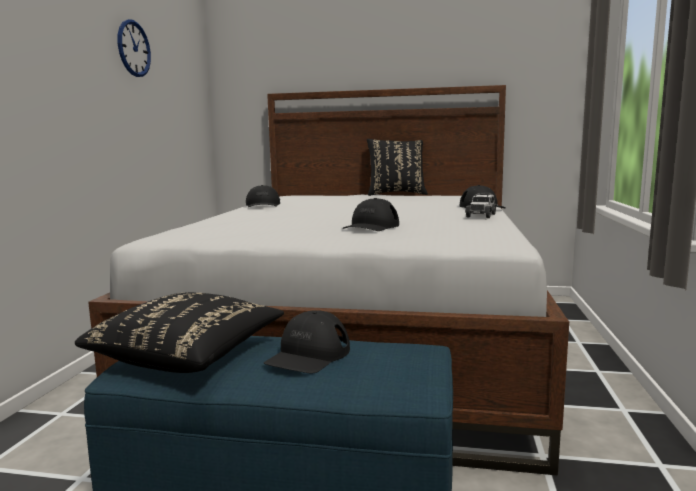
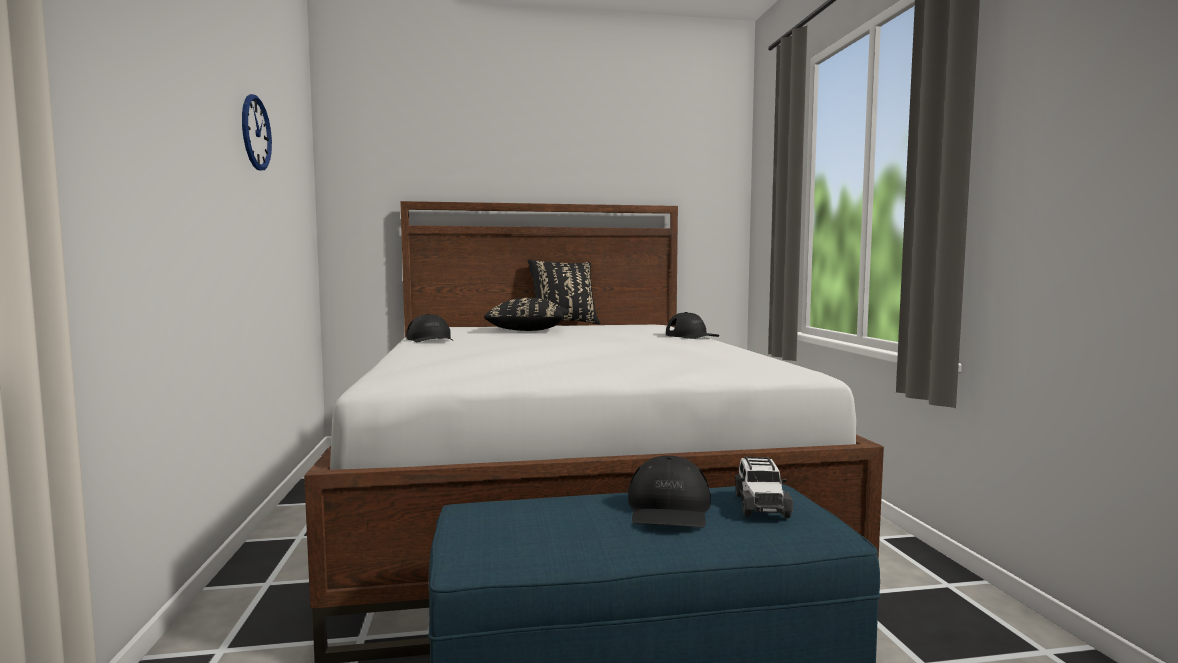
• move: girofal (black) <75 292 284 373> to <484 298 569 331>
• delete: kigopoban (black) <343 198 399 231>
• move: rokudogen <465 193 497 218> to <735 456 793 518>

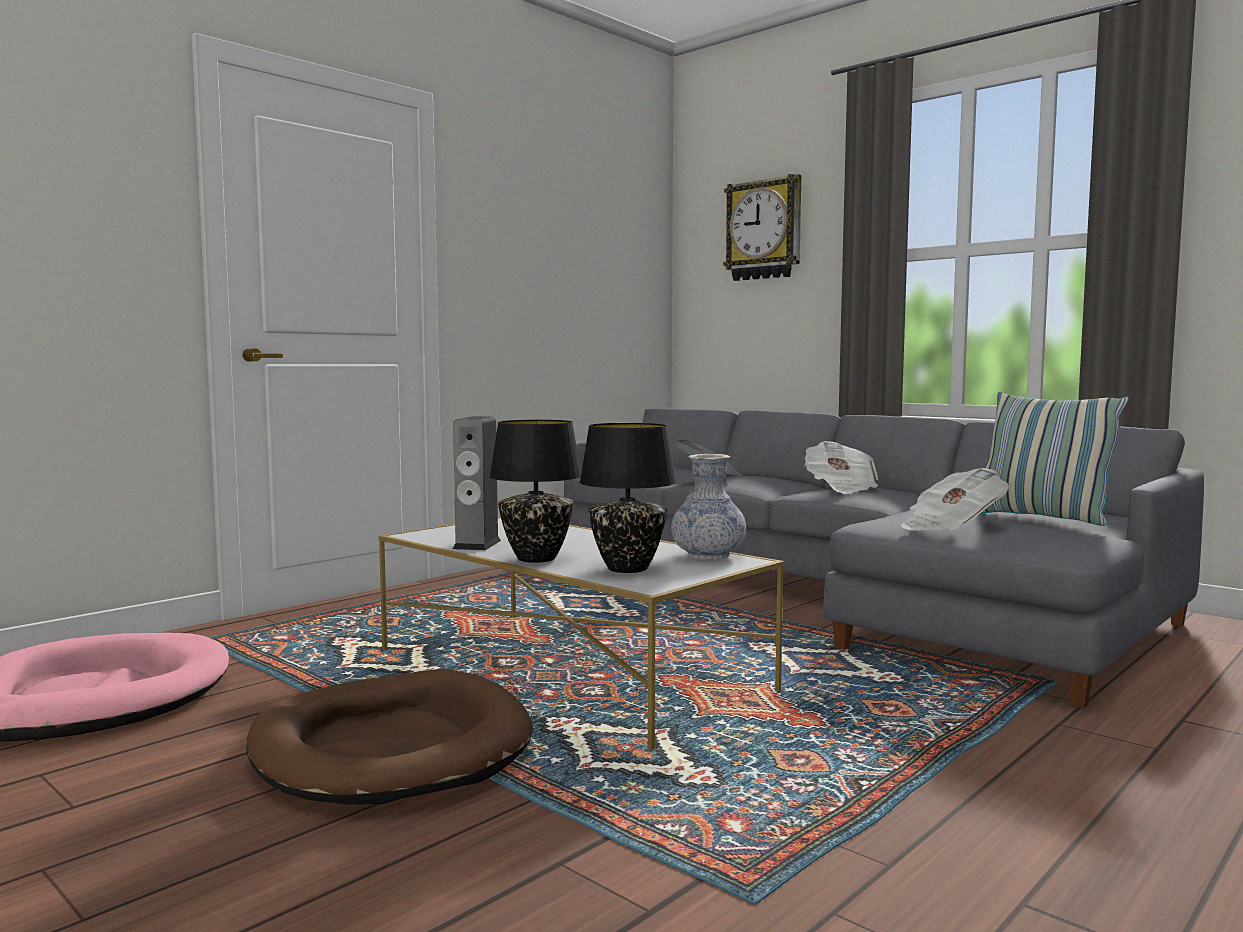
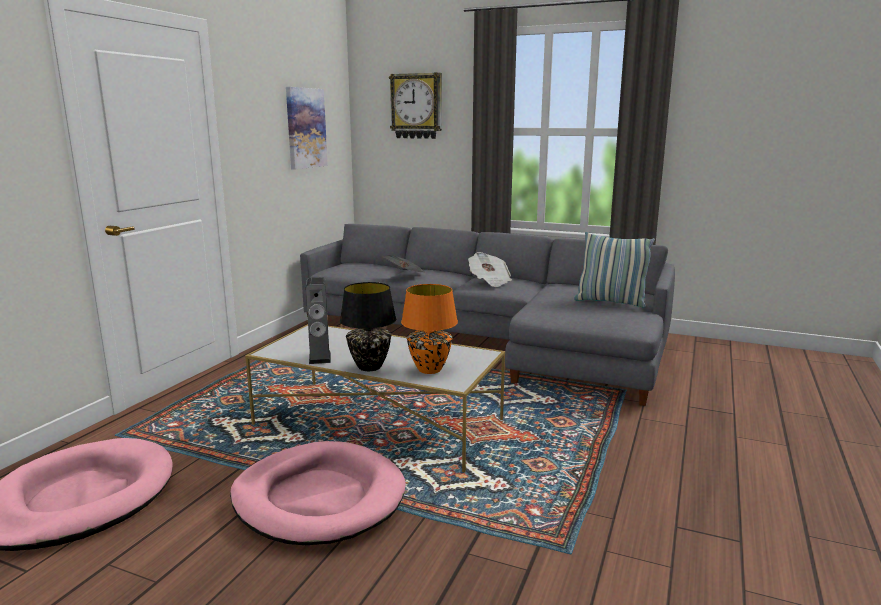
• recolor: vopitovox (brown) <246 669 533 805> to vopitovox (pink) <230 441 406 545>
• recolor: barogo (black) <579 423 676 573> to barogo (orange) <401 284 458 374>
• delete: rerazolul <671 454 746 560>
• delete: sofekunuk <901 468 1009 531>
• insert: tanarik <286 87 328 169>

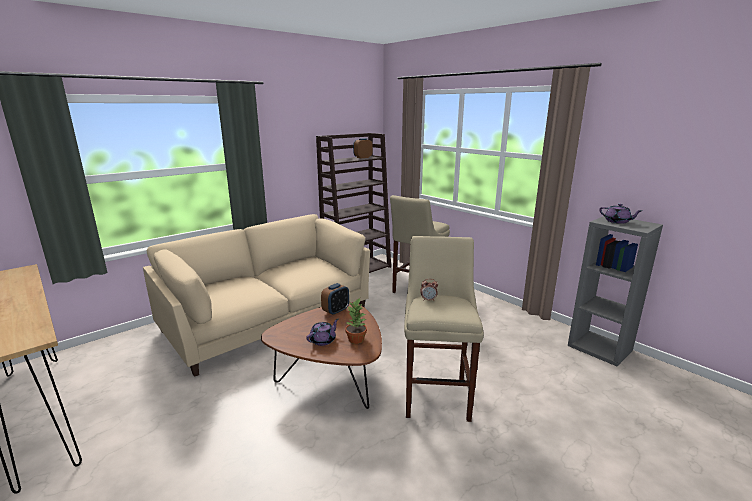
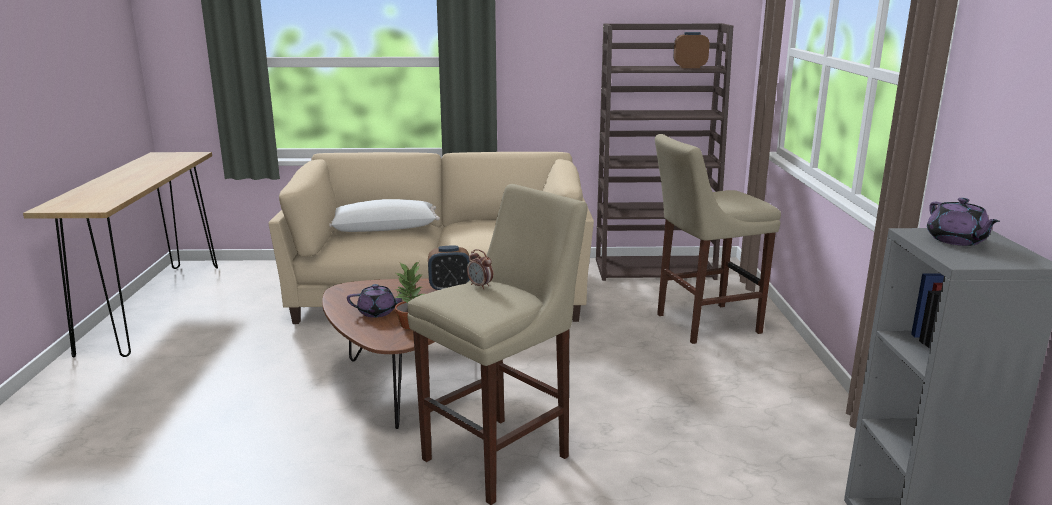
• insert: girofal (white) <329 199 440 232>

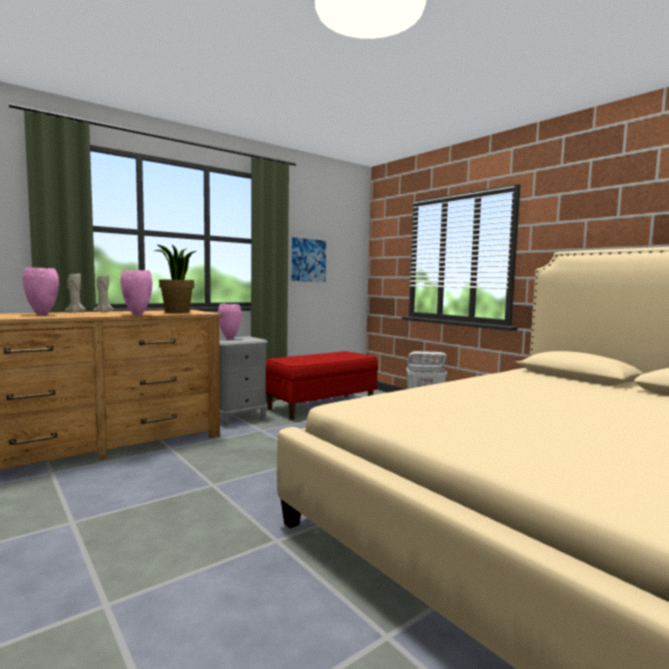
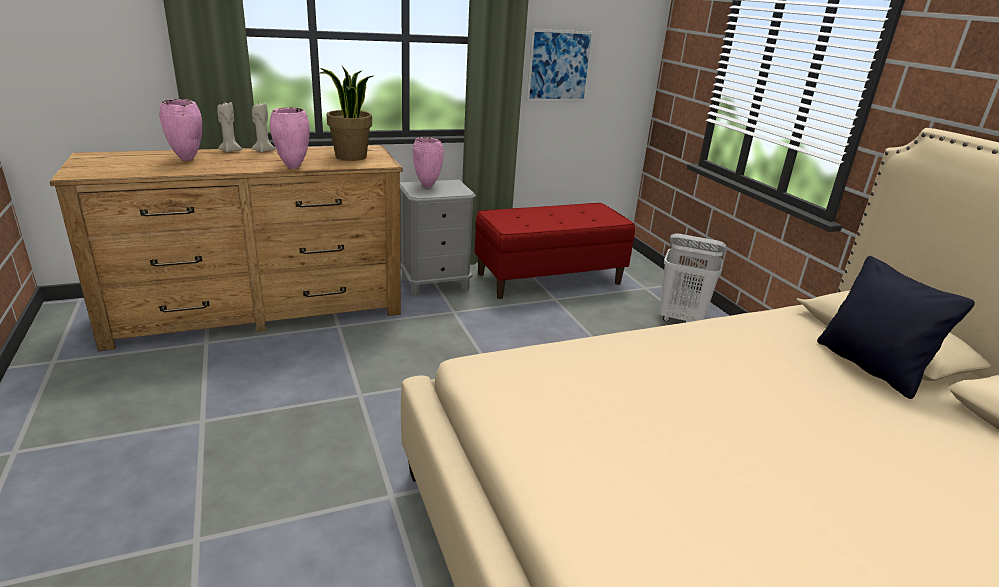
• insert: girofal (black) <817 256 975 399>

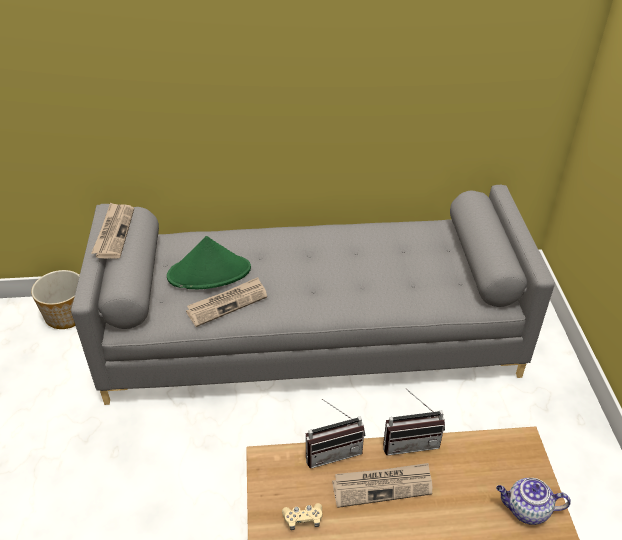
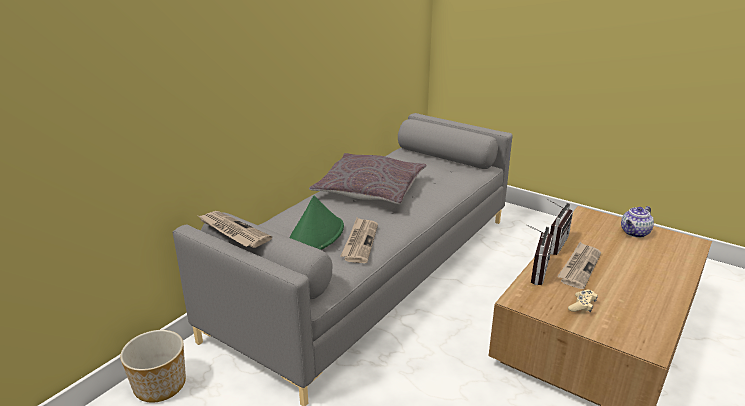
• insert: girofal (grey) <309 153 426 204>

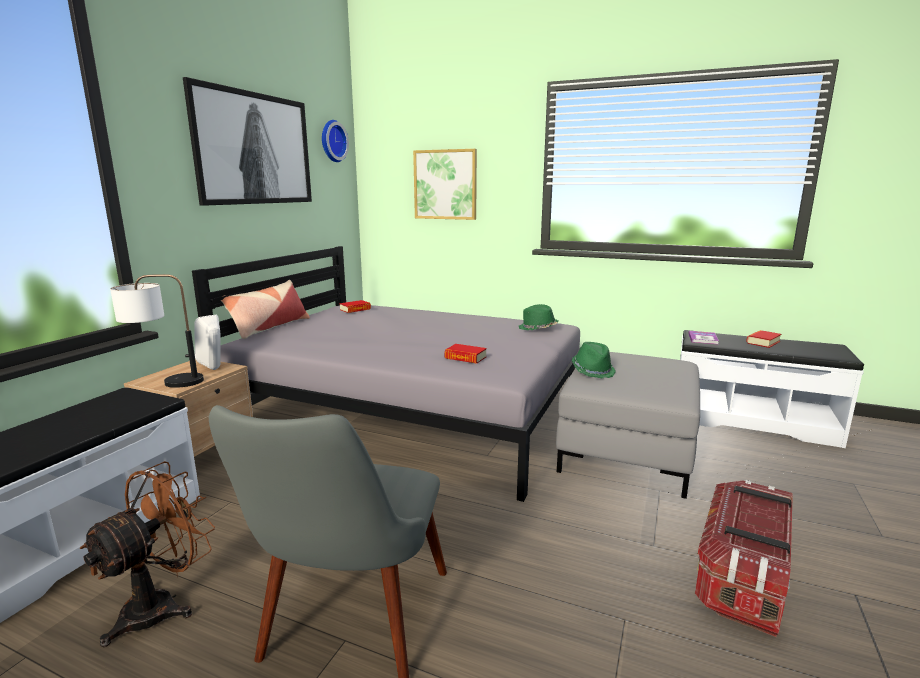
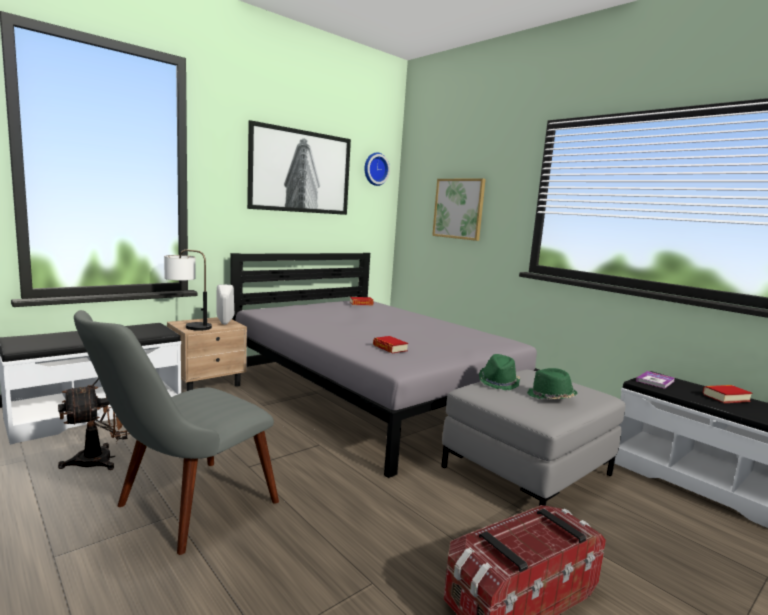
• delete: girofal <221 280 310 339>
• move: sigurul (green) <519 304 559 330> to <527 368 578 399>

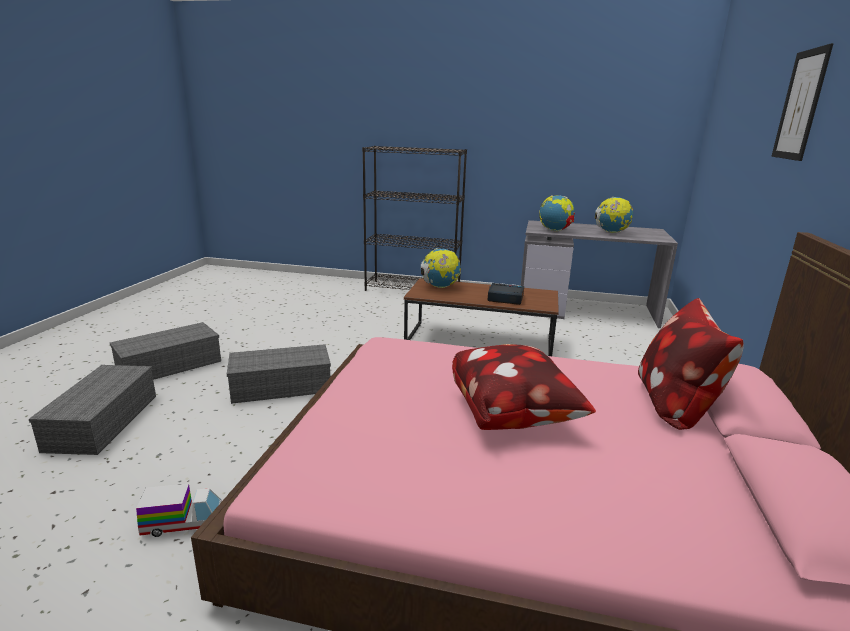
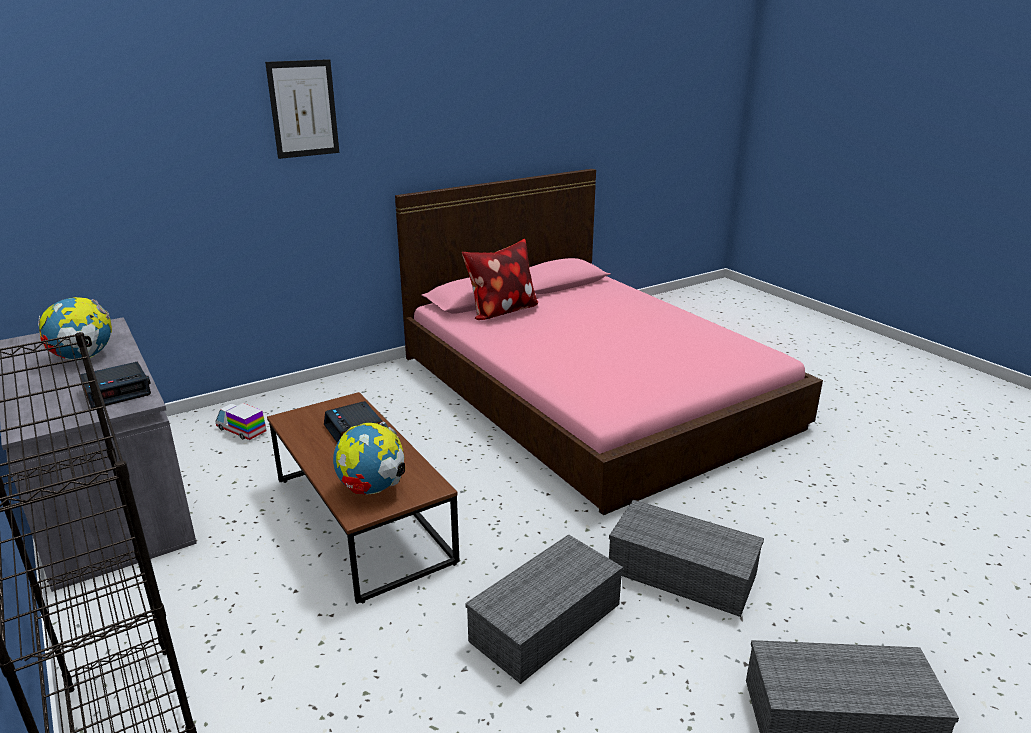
• move: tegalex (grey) <29 365 156 455> to <465 535 623 684>
• move: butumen <136 484 222 537> to <216 403 267 440>
• delete: girofal <452 344 596 430>
• replace: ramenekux <539 195 575 231> to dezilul <80 361 151 408>

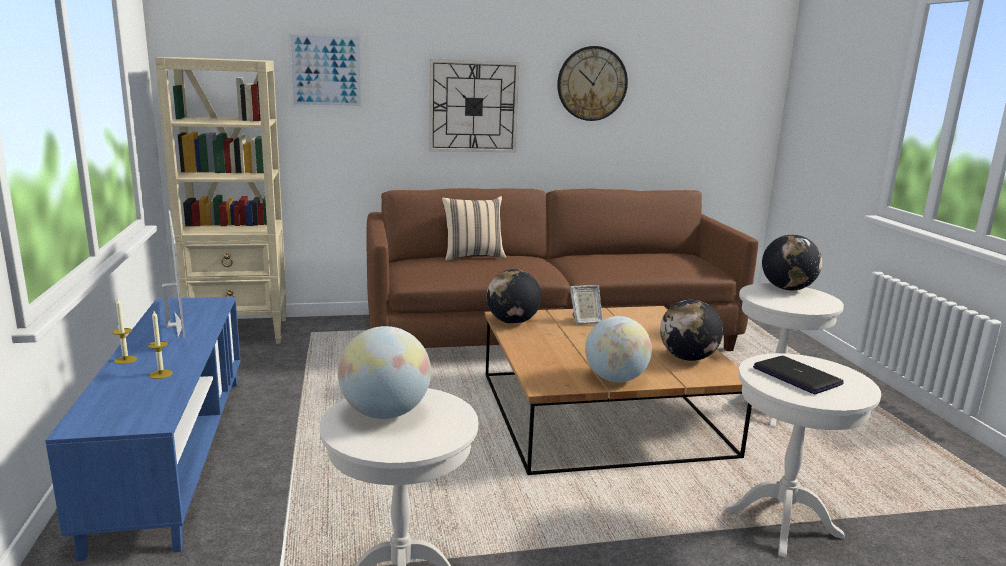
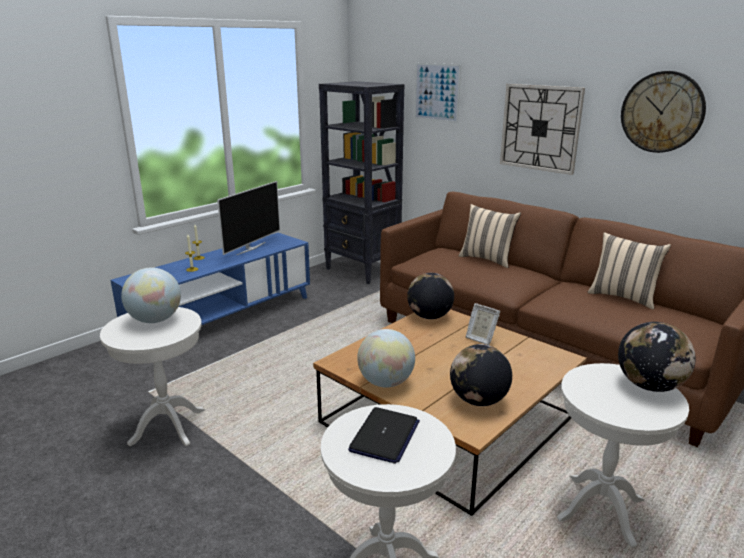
• recolor: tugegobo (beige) <155 57 287 344> to tugegobo (black) <319 81 404 284>
• insert: girofal (beige) <588 232 671 310>

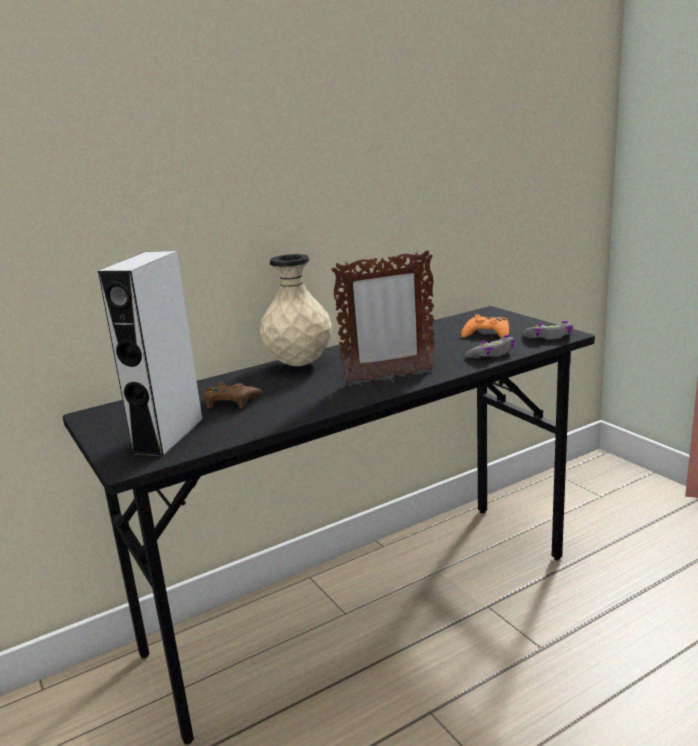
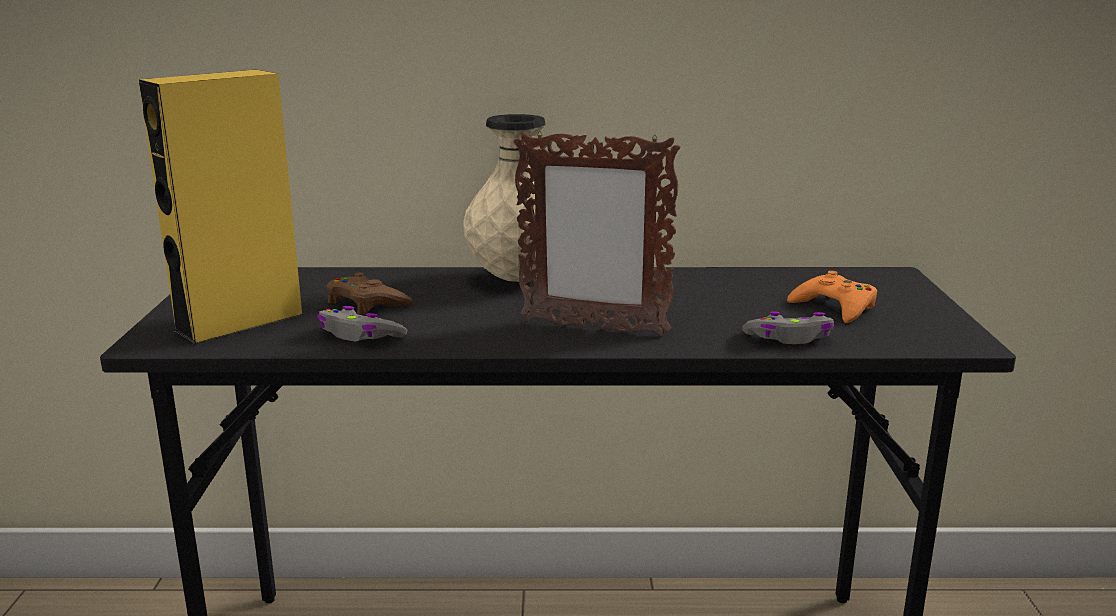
• recolor: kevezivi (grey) <98 251 204 457> to kevezivi (yellow) <139 70 304 345>
• move: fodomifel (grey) <523 321 573 339> to <317 306 408 341>

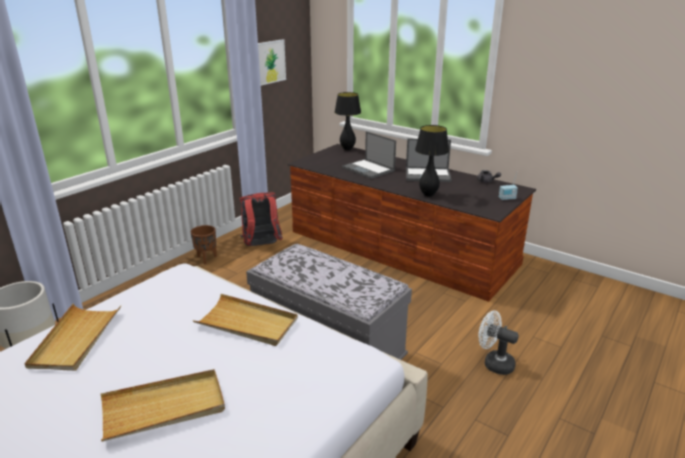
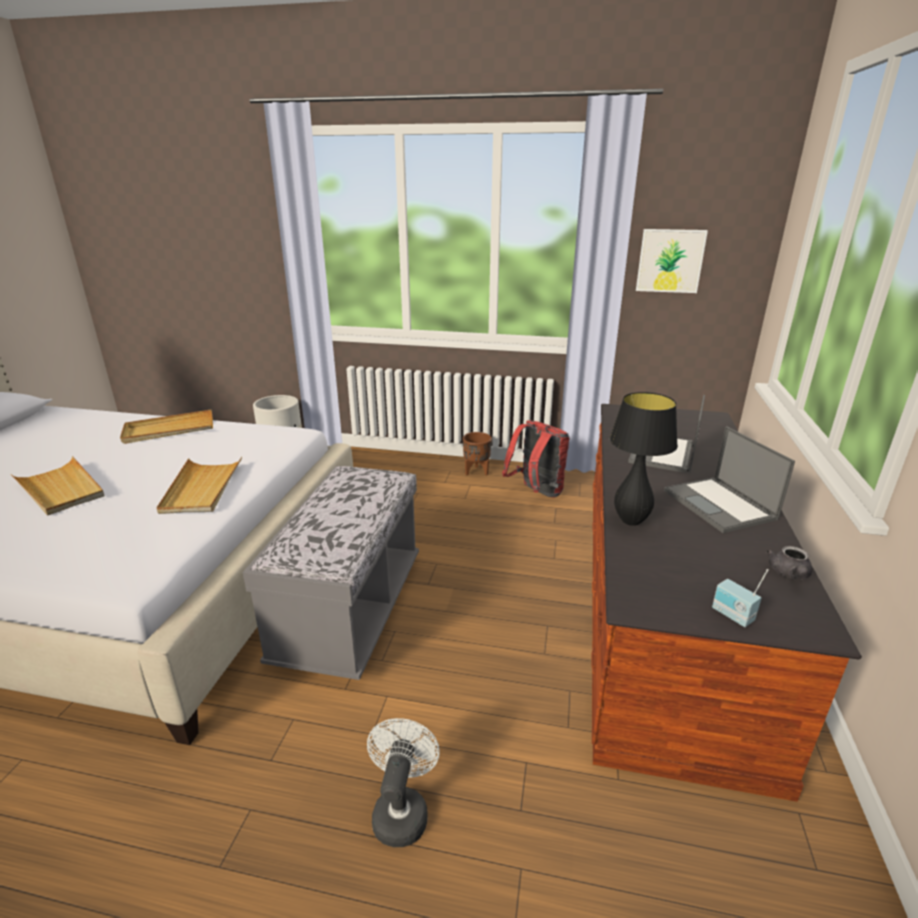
• delete: barogo (black) <334 92 361 150>

